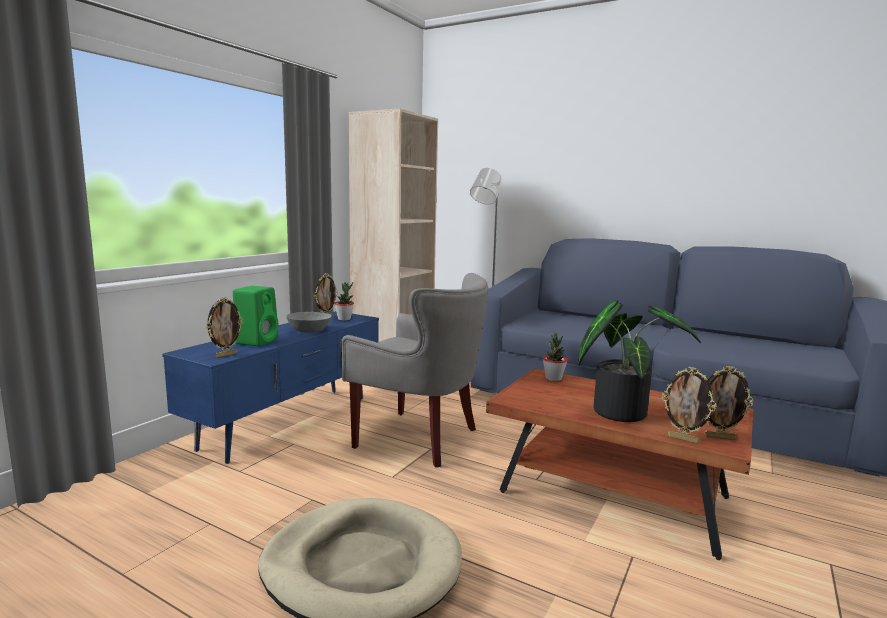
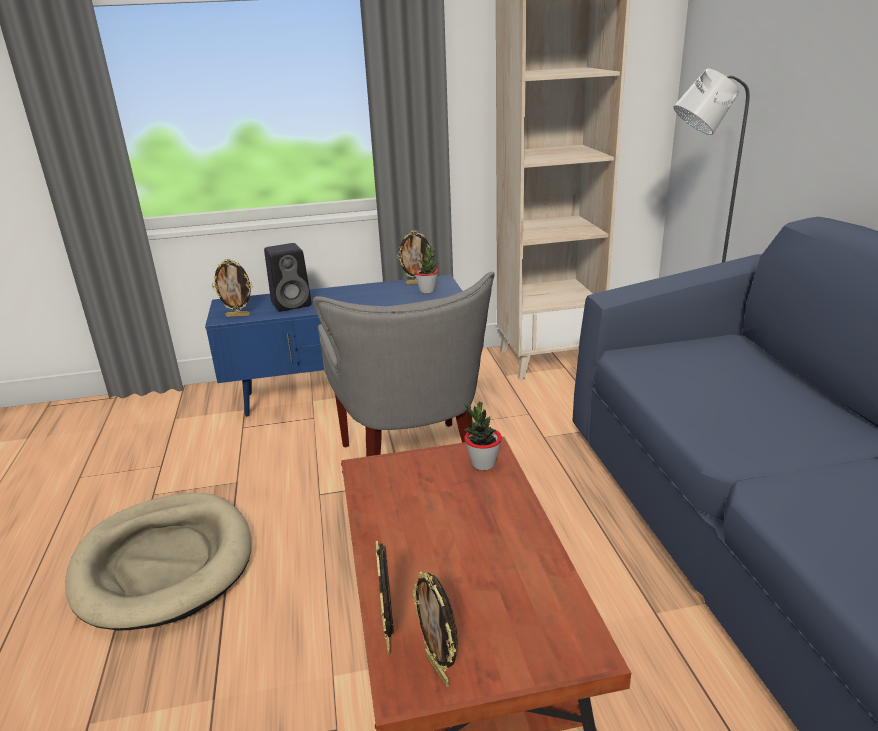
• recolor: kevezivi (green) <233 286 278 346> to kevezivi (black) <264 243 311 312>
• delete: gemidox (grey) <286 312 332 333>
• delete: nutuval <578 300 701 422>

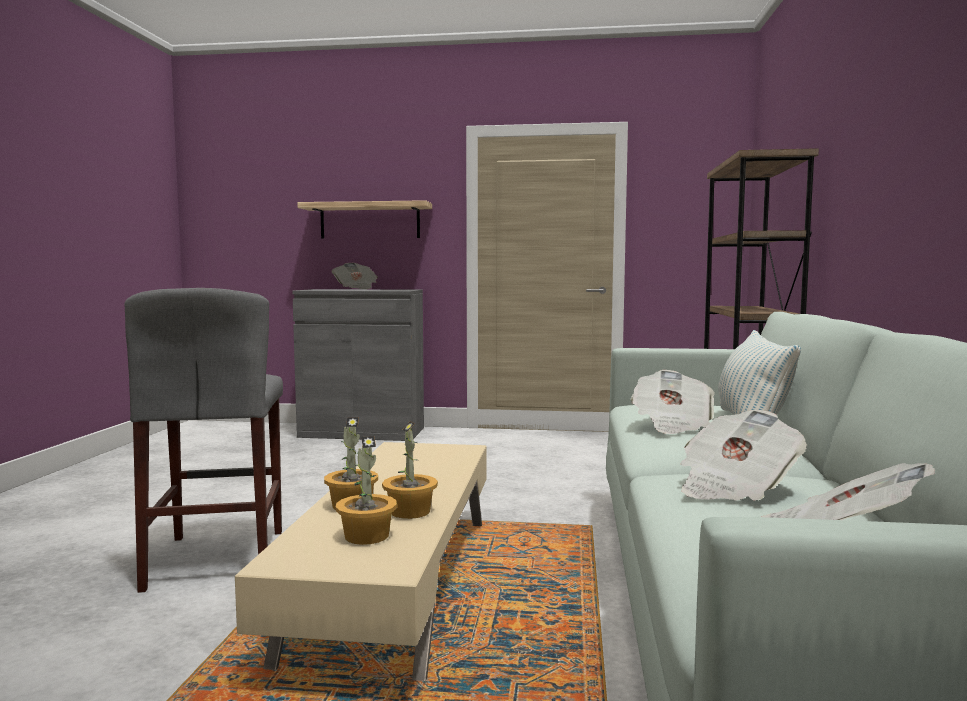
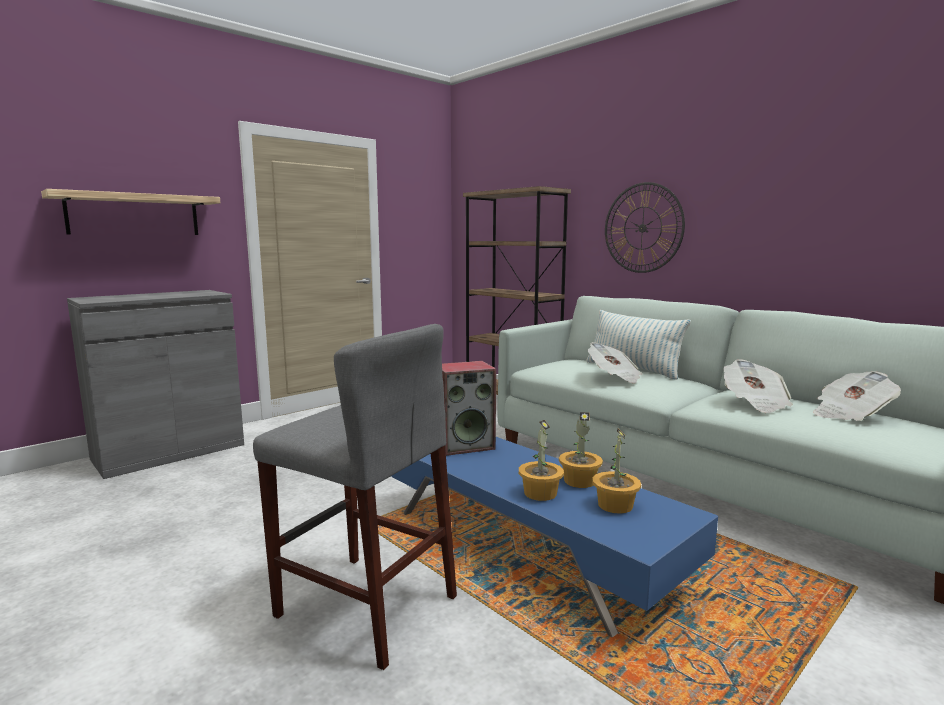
• recolor: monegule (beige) <235 442 486 681> to monegule (blue) <391 437 718 637>
• delete: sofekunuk <331 263 378 289>
• insert: kevezivi <442 361 496 456>
• insert: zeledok <605 182 685 273>

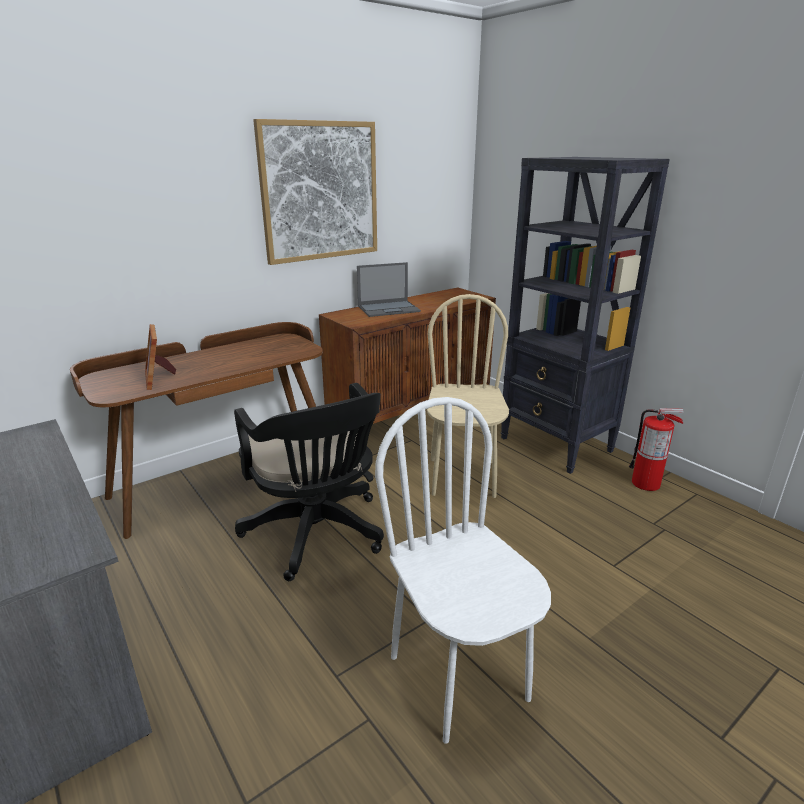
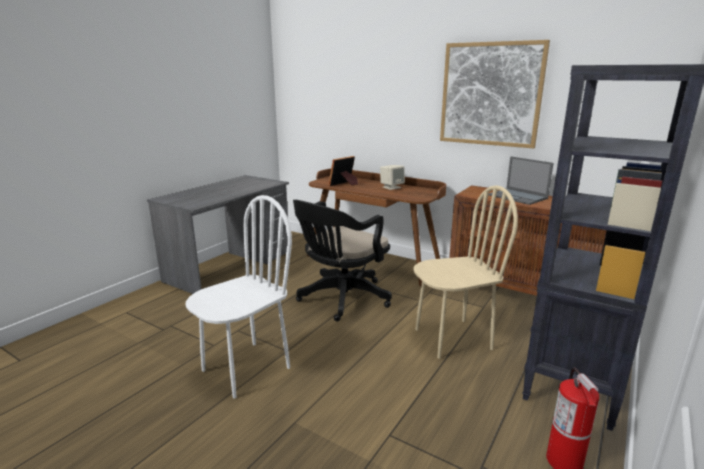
• insert: kevezivi (beige) <380 165 405 190>

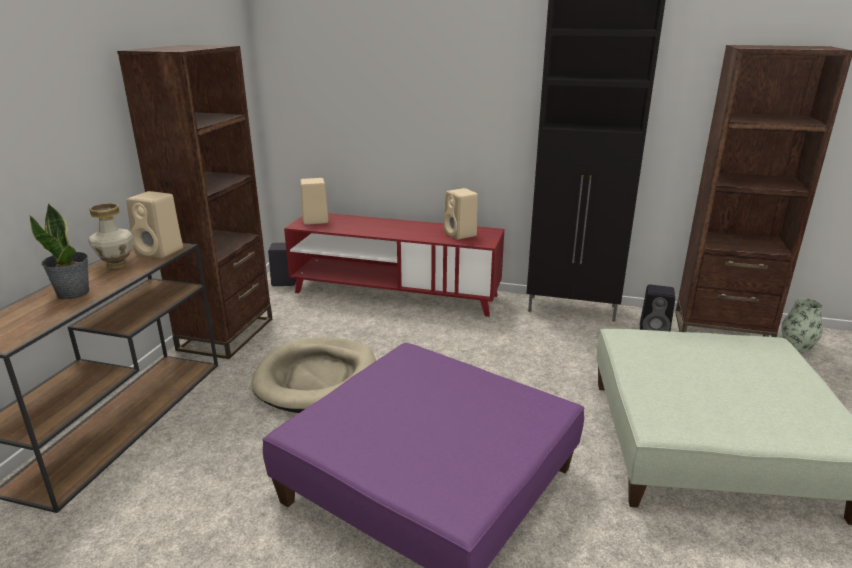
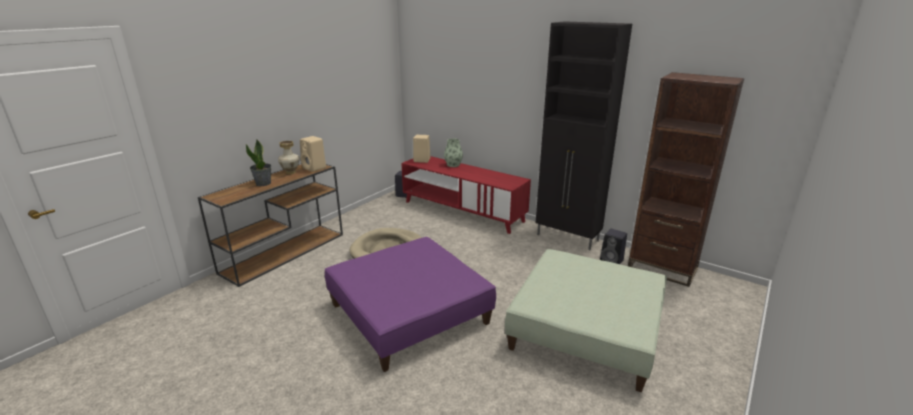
• delete: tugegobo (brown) <117 45 272 359>
• delete: kevezivi (beige) <443 188 478 240>
• move: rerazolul <781 298 823 352> to <444 139 463 167>

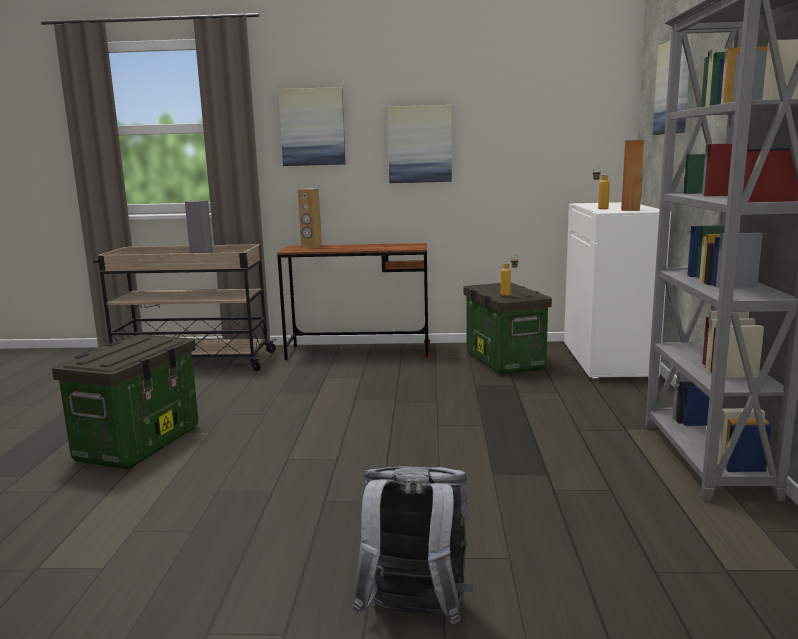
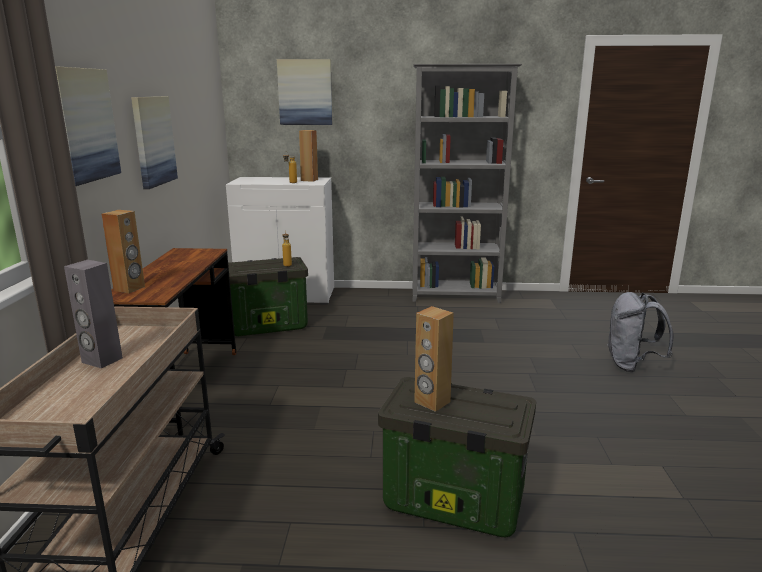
• insert: kevezivi (brown) <414 306 454 412>

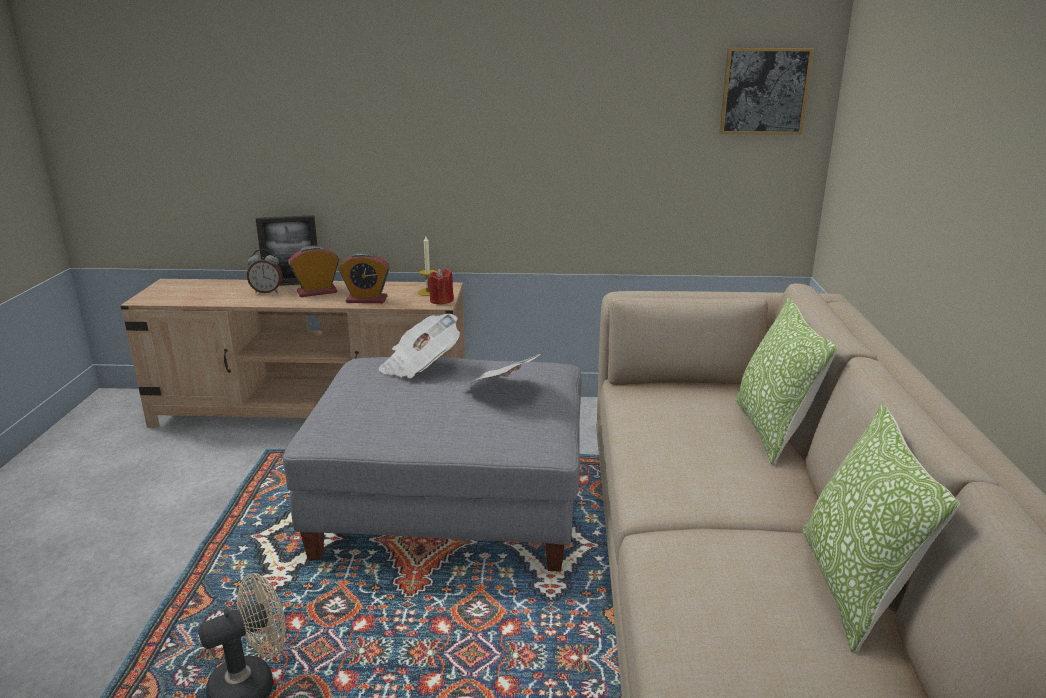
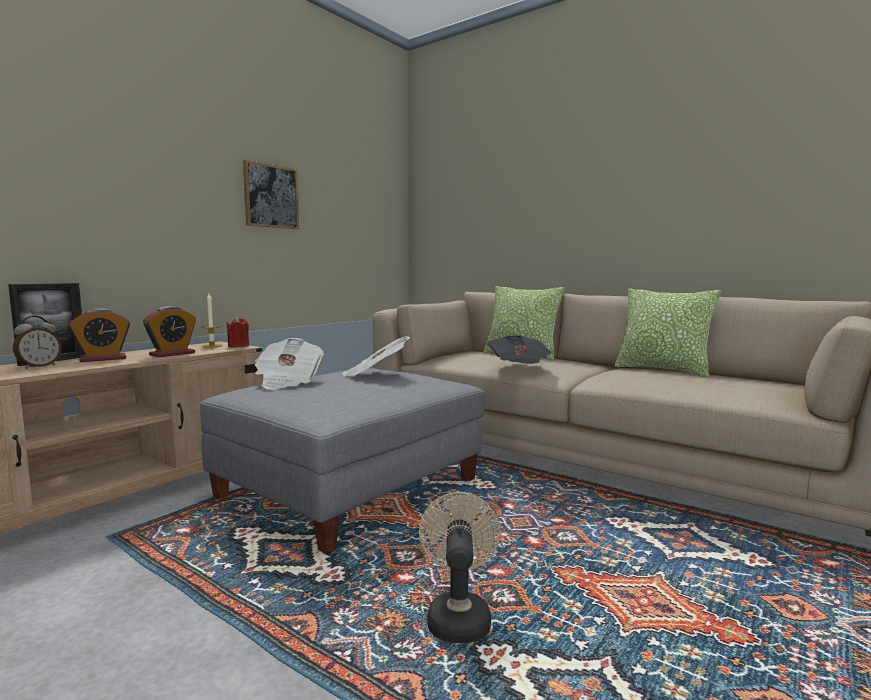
• rotate: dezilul <288 246 339 297> = <69 308 130 362> 135 degrees counterclockwise
• move: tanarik <720 48 814 134> to <243 160 299 230>
• insert: sofekunuk <487 335 551 364>

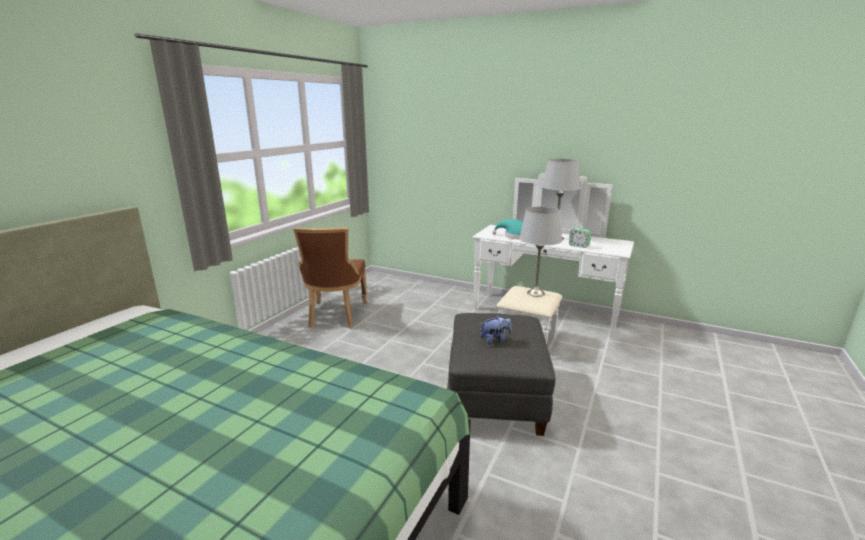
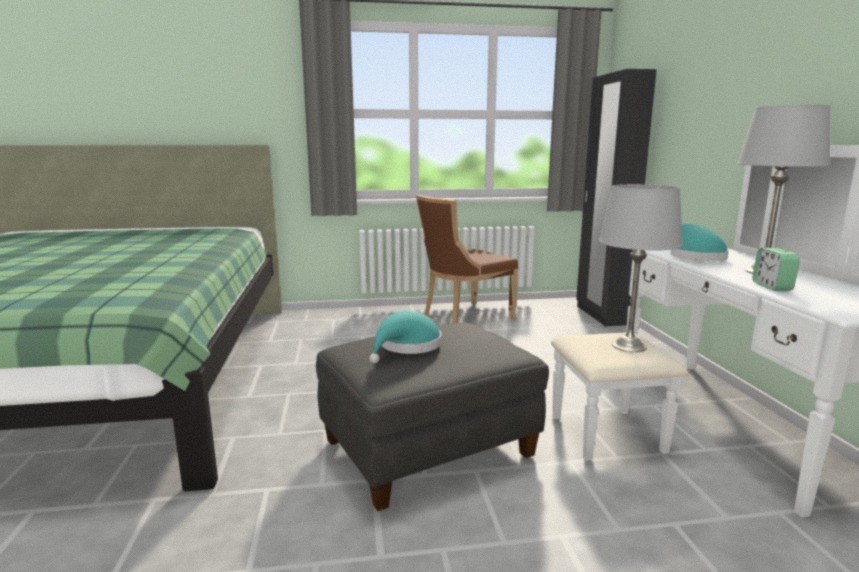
• replace: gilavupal <481 315 511 344> to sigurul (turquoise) <370 311 442 363>
• insert: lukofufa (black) <576 69 657 326>

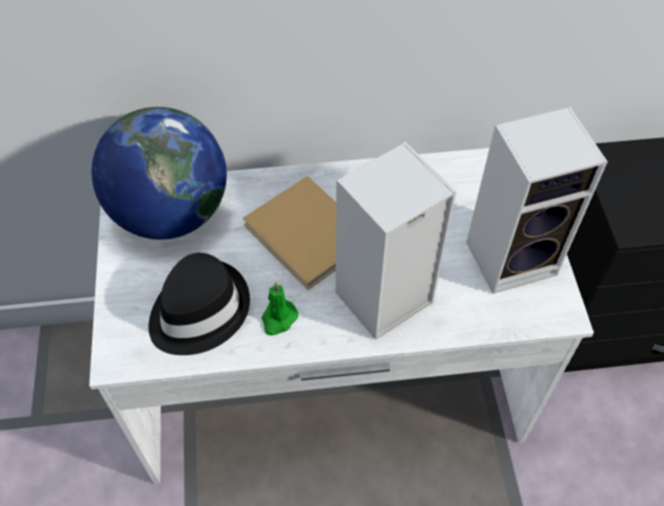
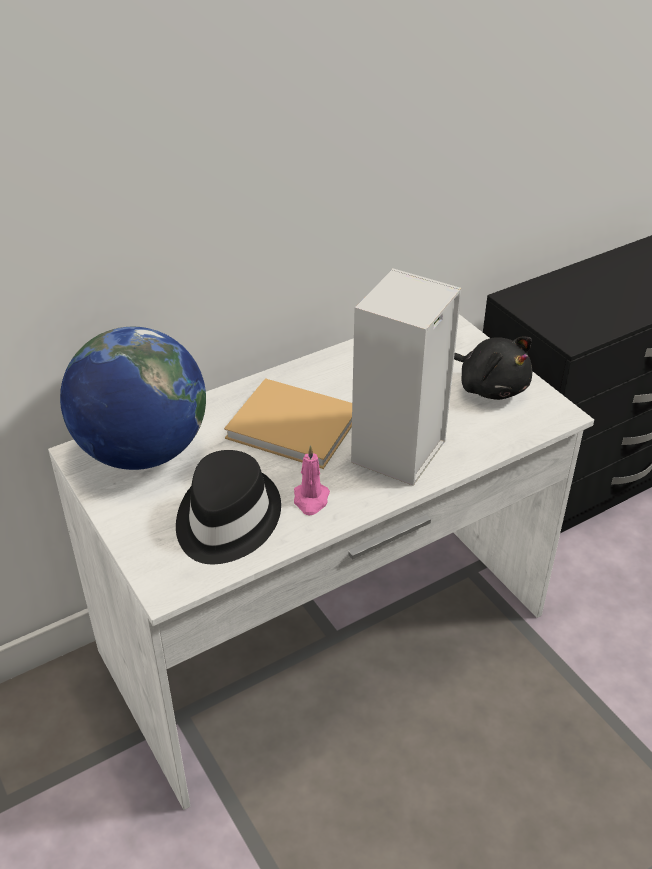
• recolor: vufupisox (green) <261 282 298 336> to vufupisox (pink) <294 445 330 515>
• replace: kevezivi <466 107 608 294> to gilavupal (black) <454 336 532 400>

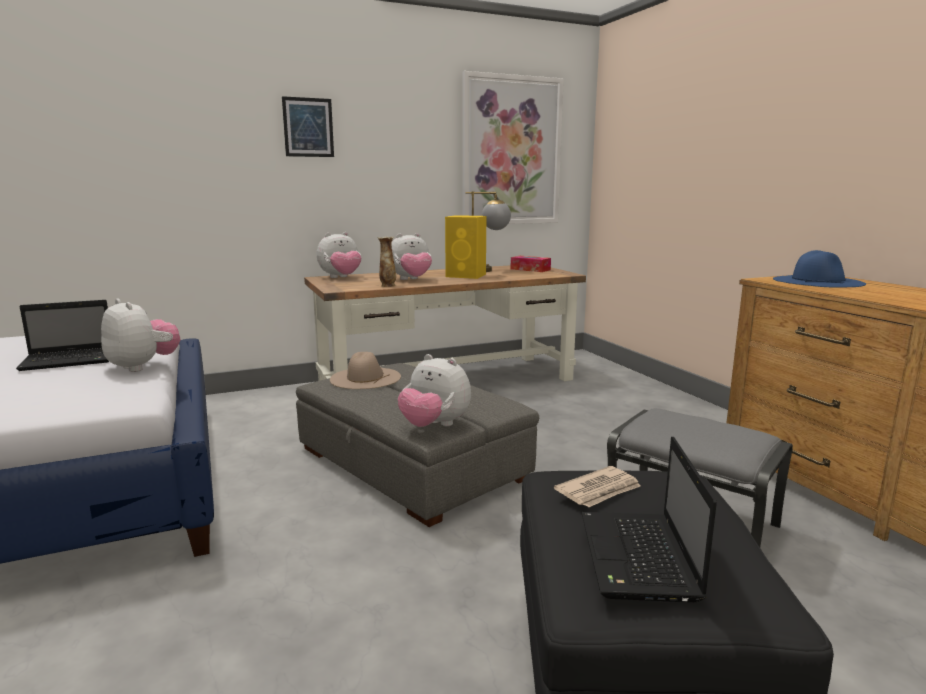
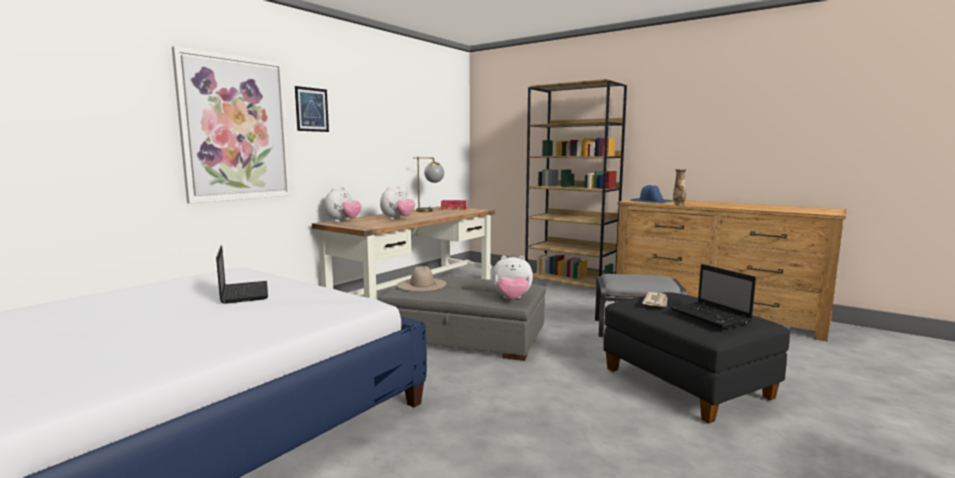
• rotate: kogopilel <16 300 109 371> = <216 246 268 304> 60 degrees counterclockwise
• delete: gilavupal <101 299 180 372>
• move: rerazolul <377 236 396 287> to <673 169 687 205>
• delete: kevezivi (yellow) <445 215 486 279>
• move: tanarik <463 71 564 224> to <172 46 291 204>
• insert: tugegobo (brown) <525 79 627 289>

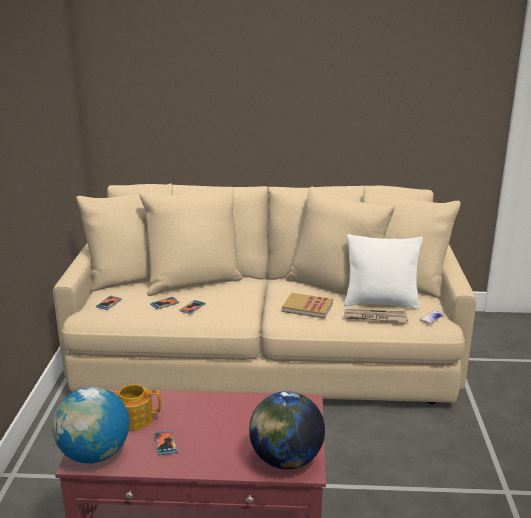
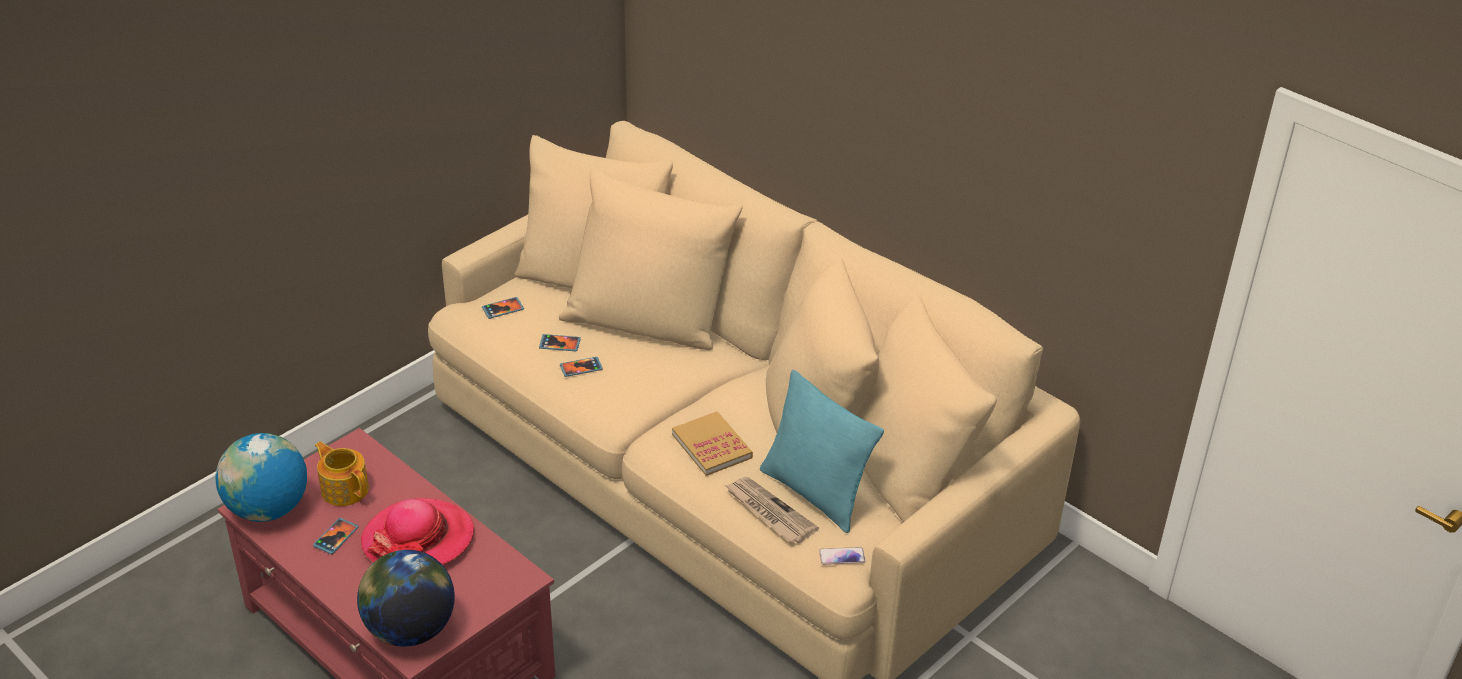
• recolor: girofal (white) <344 234 423 309> to girofal (turquoise) <760 370 884 533>
• insert: sigurul <361 498 474 565>

